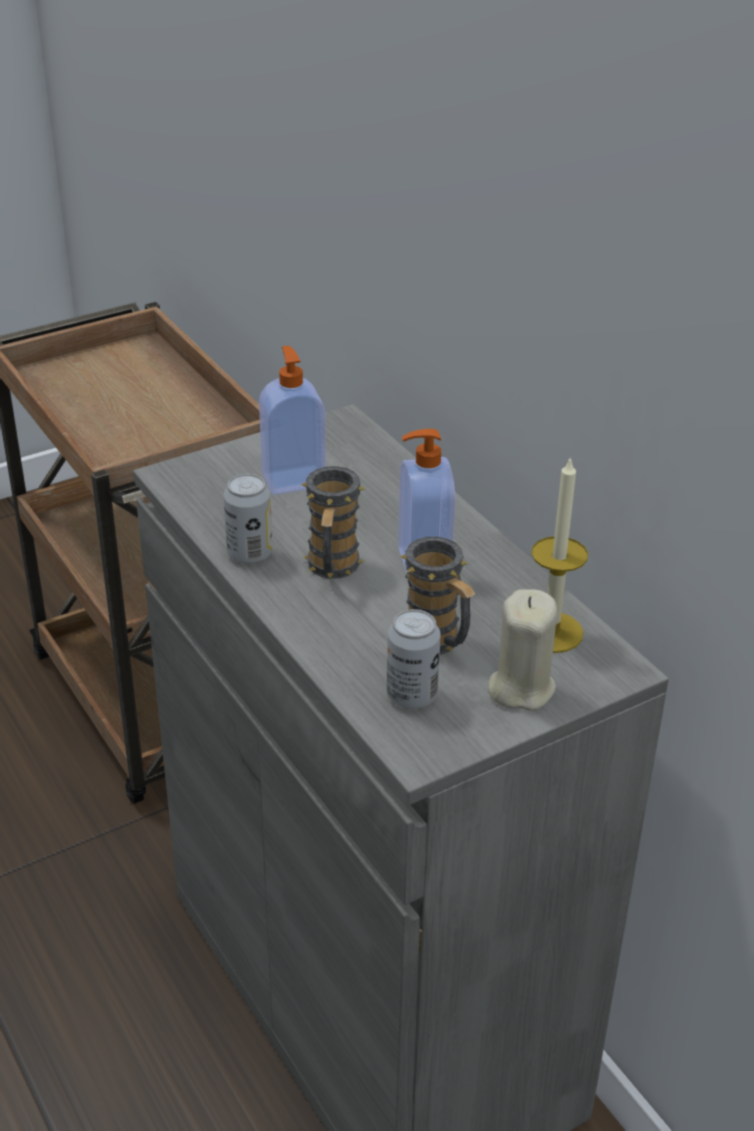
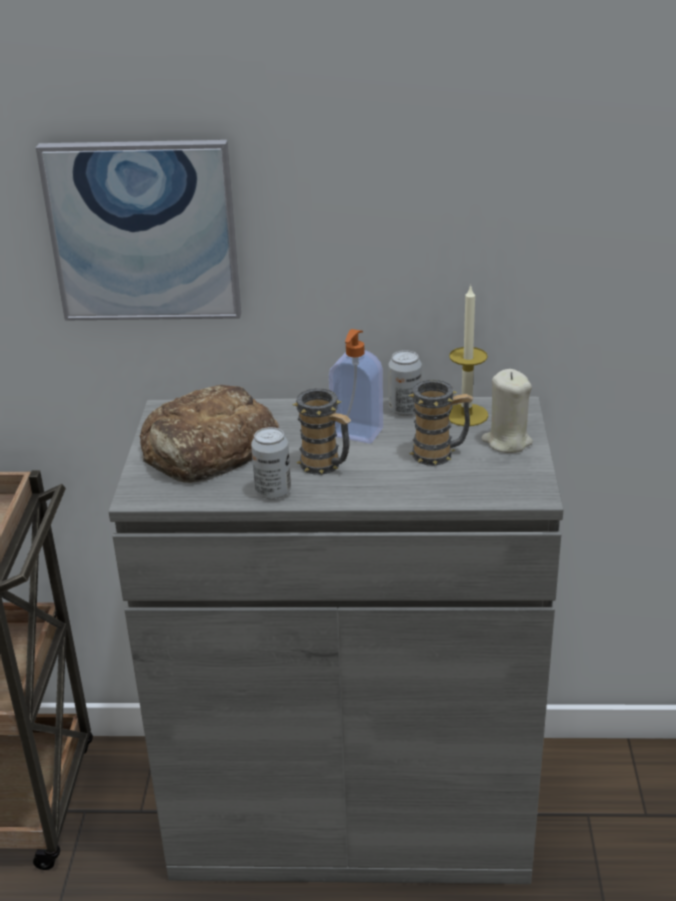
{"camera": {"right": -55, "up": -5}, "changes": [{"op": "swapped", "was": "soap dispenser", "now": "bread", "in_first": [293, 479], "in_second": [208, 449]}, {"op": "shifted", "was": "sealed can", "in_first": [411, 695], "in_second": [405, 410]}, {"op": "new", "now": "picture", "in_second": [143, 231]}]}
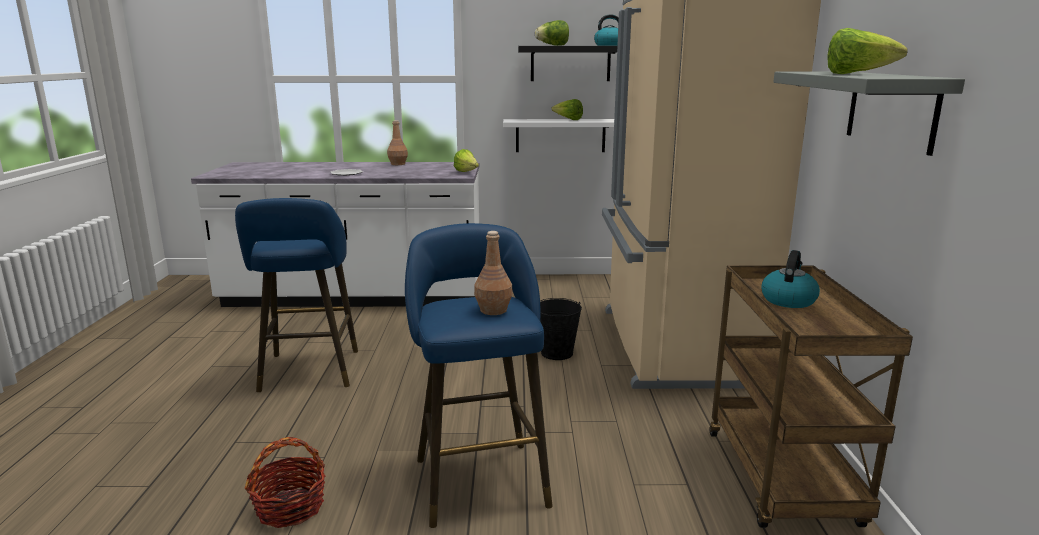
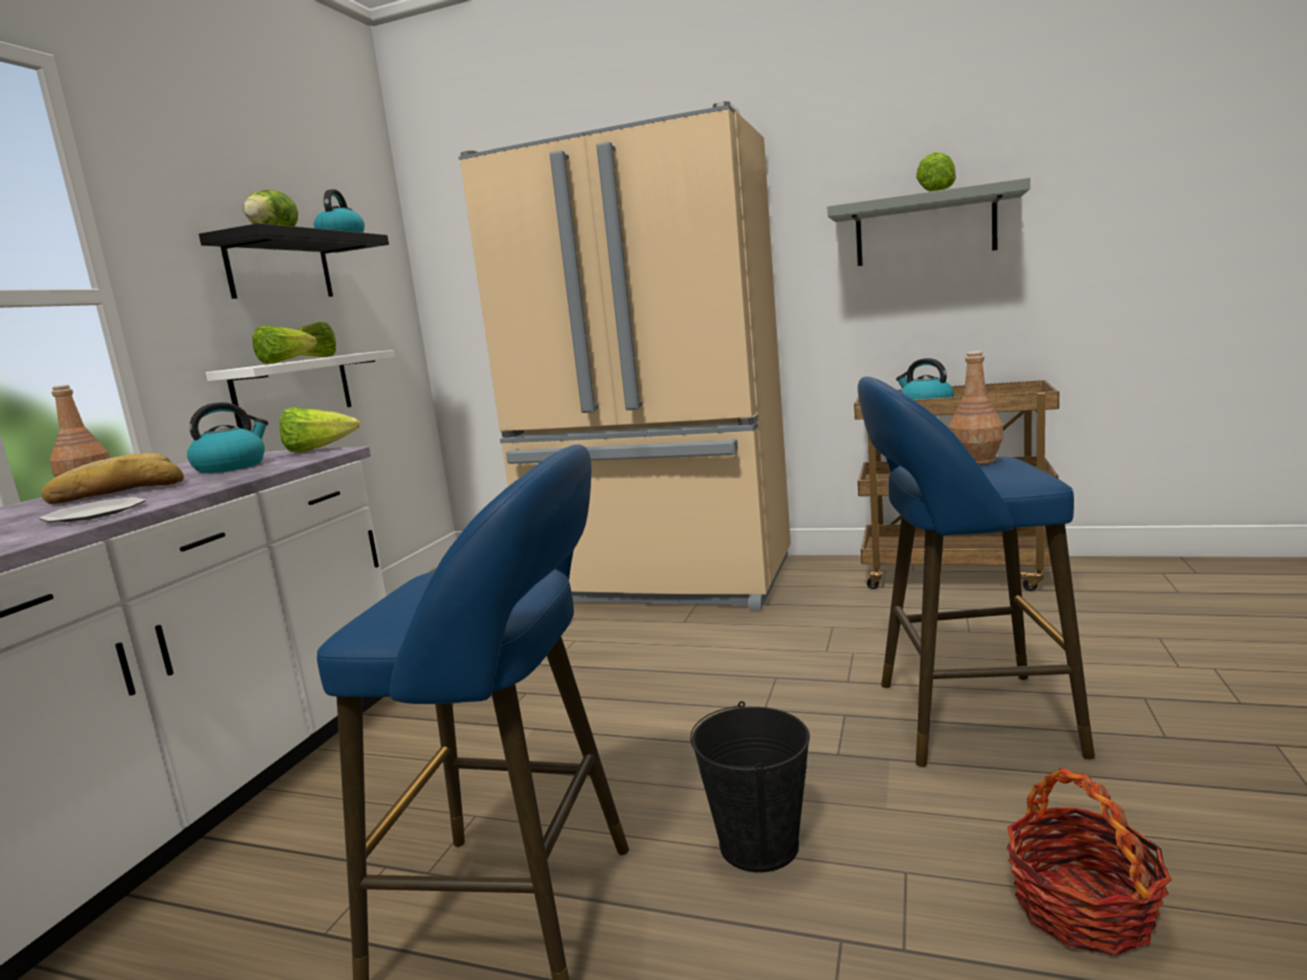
{"camera": {"right": -70, "up": -5}, "changes": [{"op": "shifted", "was": "black pail", "in_first": [557, 353], "in_second": [759, 844]}, {"op": "new", "now": "bread", "in_second": [118, 492]}, {"op": "new", "now": "kettle", "in_second": [232, 467]}, {"op": "new", "now": "lettuce", "in_second": [285, 362]}]}
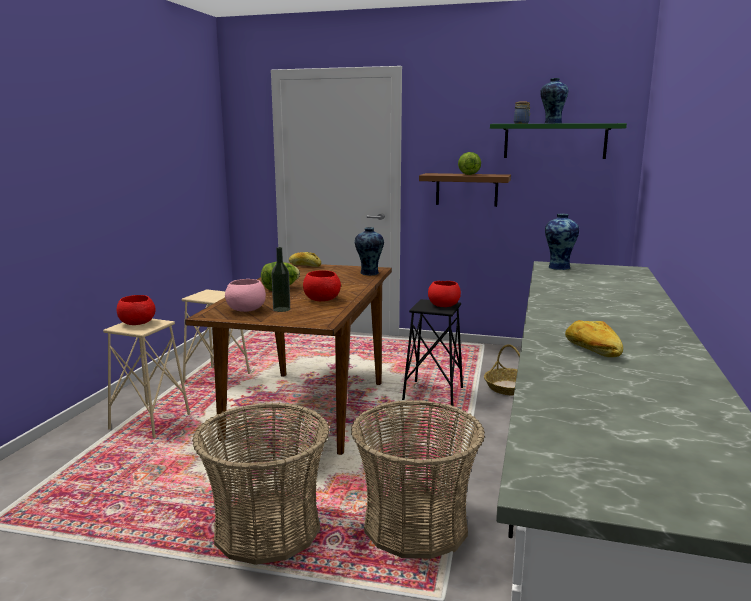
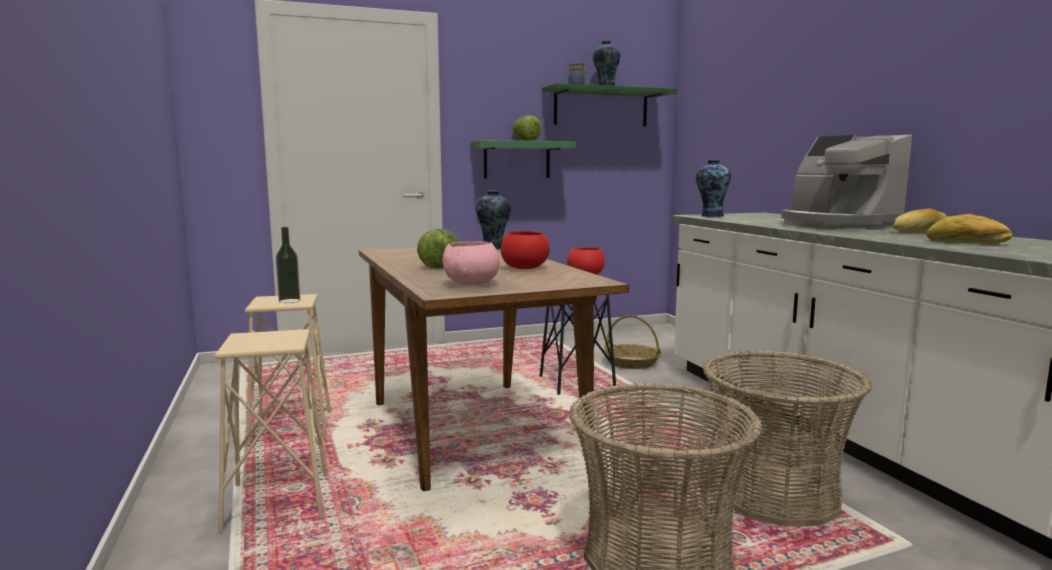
{"camera": {"right": -35, "up": -5}, "changes": [{"op": "gone", "was": "reddish bowl", "in_first": [136, 323]}, {"op": "shifted", "was": "bottle", "in_first": [281, 309], "in_second": [289, 301]}, {"op": "shifted", "was": "bread", "in_first": [304, 265], "in_second": [920, 232]}, {"op": "repainted", "was": "brown-coloured shelf", "now": "green shelf", "in_first": [466, 189], "in_second": [517, 160]}, {"op": "new", "now": "coffee machine", "in_second": [836, 225]}]}
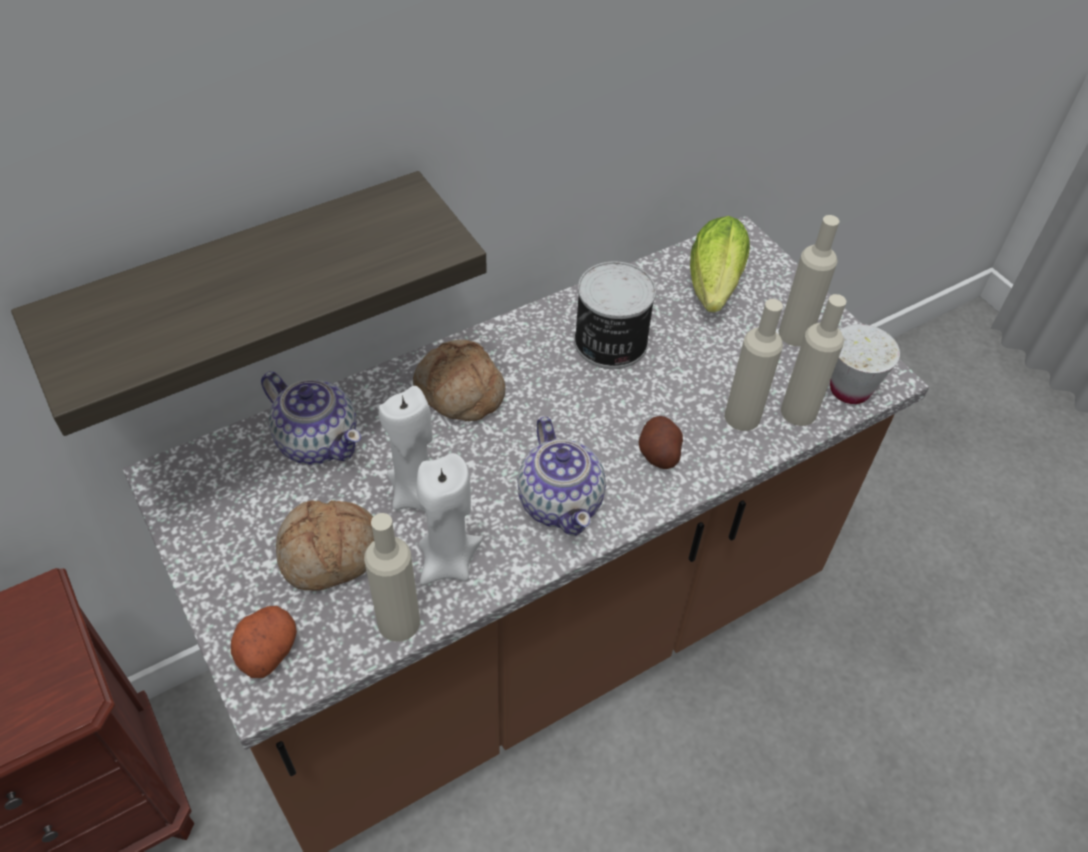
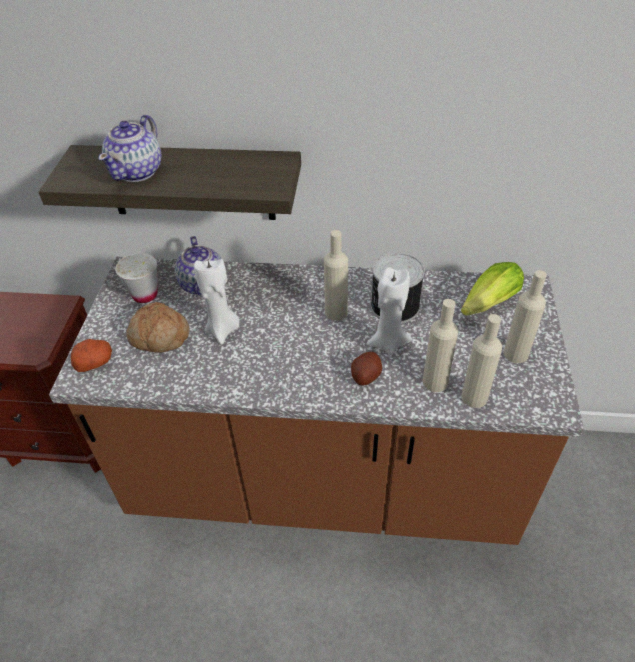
{"camera": {"right": 40, "up": -5}, "changes": [{"op": "shifted", "was": "beige bottle", "in_first": [399, 622], "in_second": [336, 312]}, {"op": "gone", "was": "bread", "in_first": [458, 392]}, {"op": "shifted", "was": "whitish candle", "in_first": [448, 562], "in_second": [388, 343]}, {"op": "shifted", "was": "pot for tea", "in_first": [560, 501], "in_second": [138, 171]}, {"op": "shifted", "was": "whitish cup", "in_first": [849, 389], "in_second": [145, 294]}]}
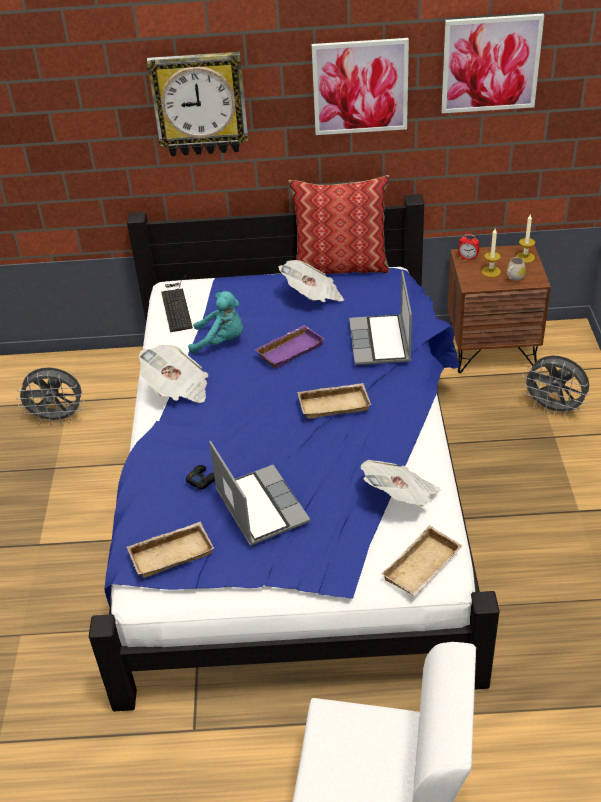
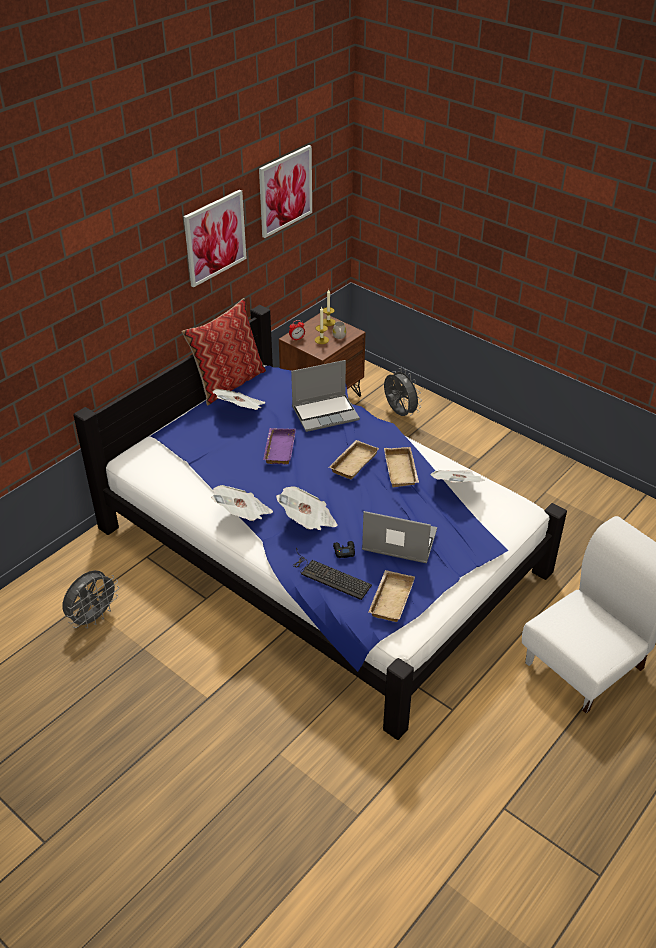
{"camera": {"right": -50, "up": 0}, "changes": [{"op": "gone", "was": "wall clock", "in_first": [199, 104]}, {"op": "shifted", "was": "keyboard", "in_first": [176, 305], "in_second": [329, 575]}, {"op": "gone", "was": "turquoise soft toy", "in_first": [221, 341]}, {"op": "rotated", "was": "notebook computer", "in_first": [381, 342], "in_second": [326, 413], "clockwise": -60}, {"op": "shifted", "was": "beige carrying tray", "in_first": [423, 568], "in_second": [402, 470]}, {"op": "rotated", "was": "gray cooling fan", "in_first": [554, 409], "in_second": [399, 413], "clockwise": -105}, {"op": "new", "now": "daily paper", "in_second": [308, 521]}]}
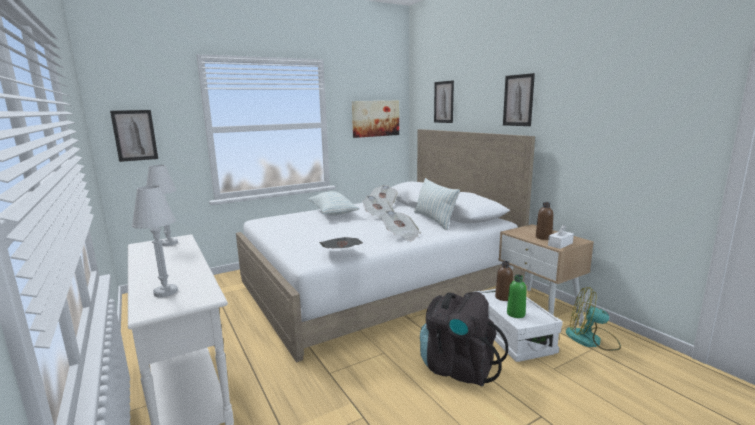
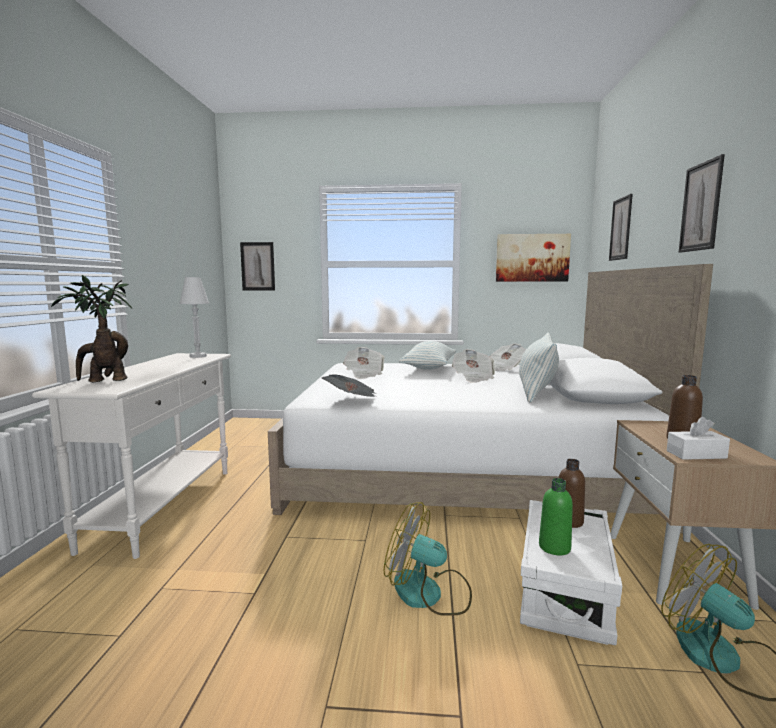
{"camera": {"right": 35, "up": -5}, "changes": [{"op": "swapped", "was": "whitish table lamp", "now": "potted plant", "in_first": [165, 292], "in_second": [104, 381]}, {"op": "shifted", "was": "daily paper", "in_first": [401, 235], "in_second": [364, 374]}, {"op": "swapped", "was": "black backpack", "now": "cooling fan", "in_first": [458, 367], "in_second": [429, 593]}]}
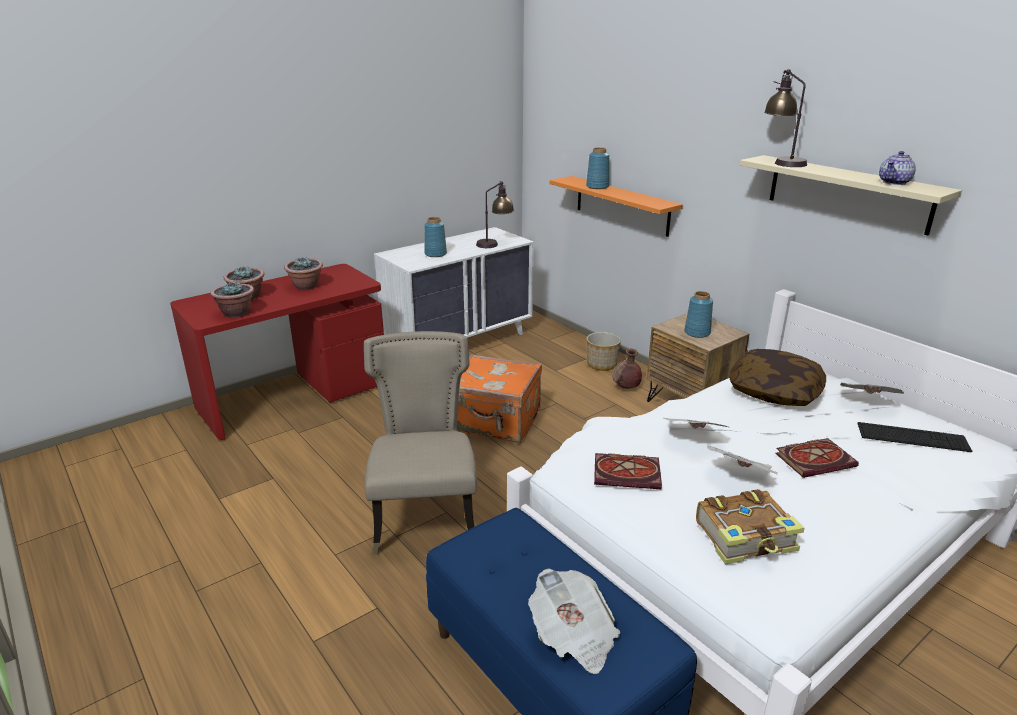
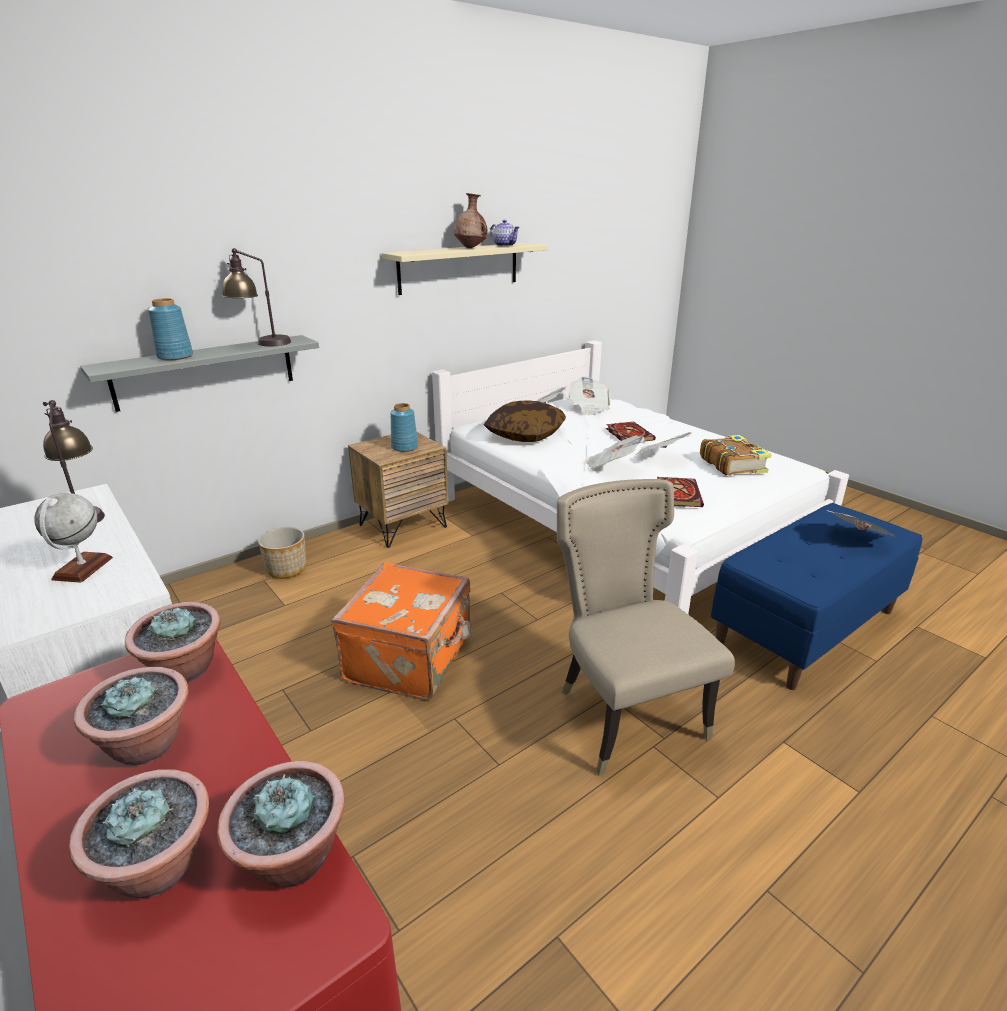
{"camera": {"right": -90, "up": 0}, "changes": [{"op": "rotated", "was": "beige chair", "in_first": [426, 518], "in_second": [624, 713], "clockwise": 75}, {"op": "swapped", "was": "blue decorative vase", "now": "desk globe", "in_first": [435, 254], "in_second": [83, 568]}, {"op": "repainted", "was": "orange shelf", "now": "gray shelf", "in_first": [621, 205], "in_second": [205, 372]}, {"op": "shifted", "was": "brown-coloured decorative vase", "in_first": [626, 388], "in_second": [471, 248]}, {"op": "shifted", "was": "table lamp", "in_first": [781, 162], "in_second": [261, 344]}, {"op": "swapped", "was": "keyboard", "now": "daily paper", "in_first": [912, 437], "in_second": [589, 408]}, {"op": "new", "now": "potted plant", "in_second": [185, 670]}]}
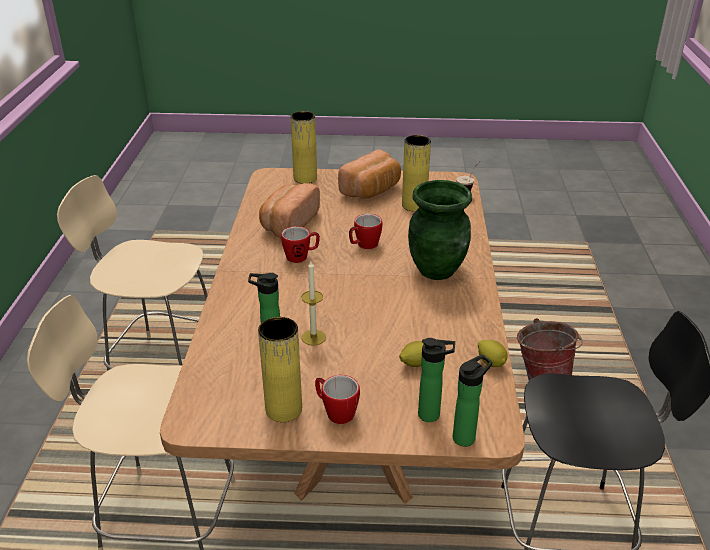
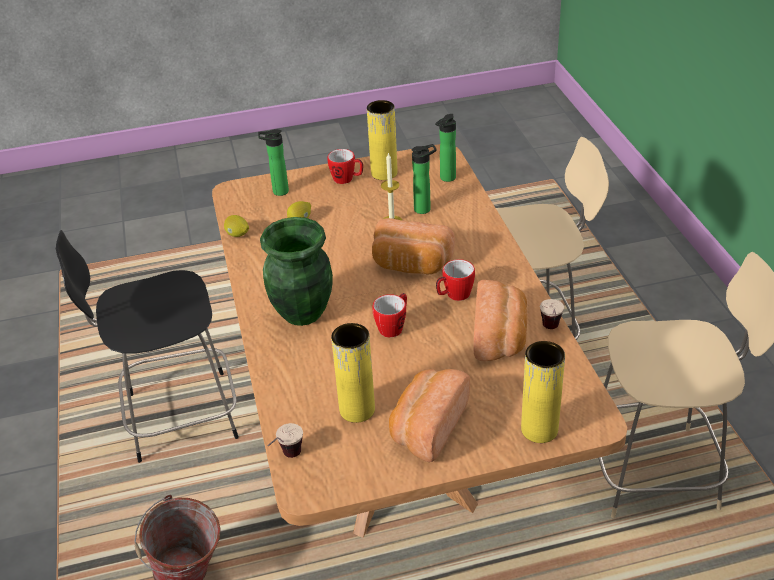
{"camera": {"right": 165, "up": 5}, "changes": [{"op": "shifted", "was": "bottle", "in_first": [466, 437], "in_second": [446, 179]}, {"op": "new", "now": "bread", "in_second": [411, 265]}, {"op": "new", "now": "cup", "in_second": [551, 331]}]}
